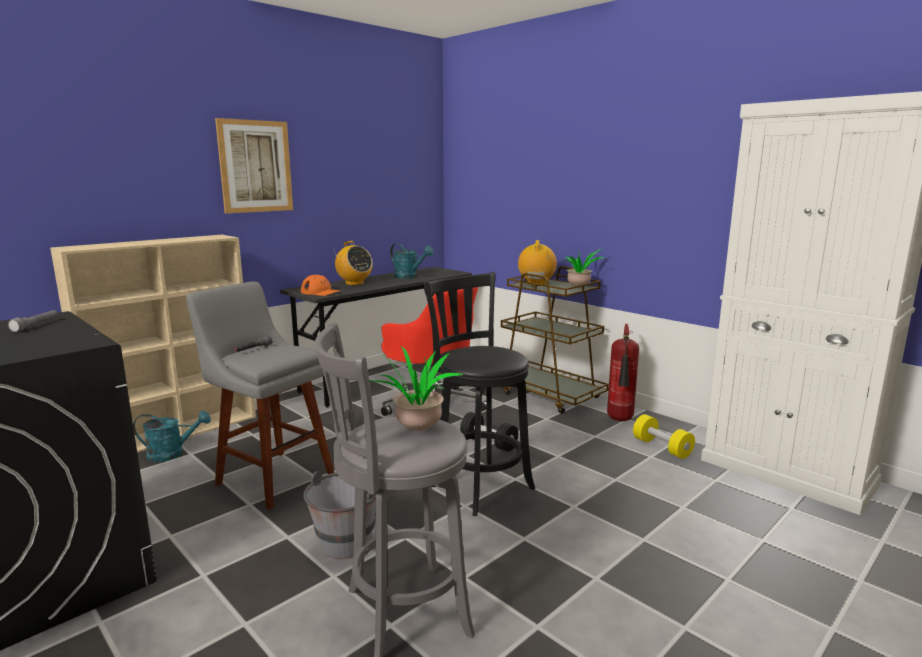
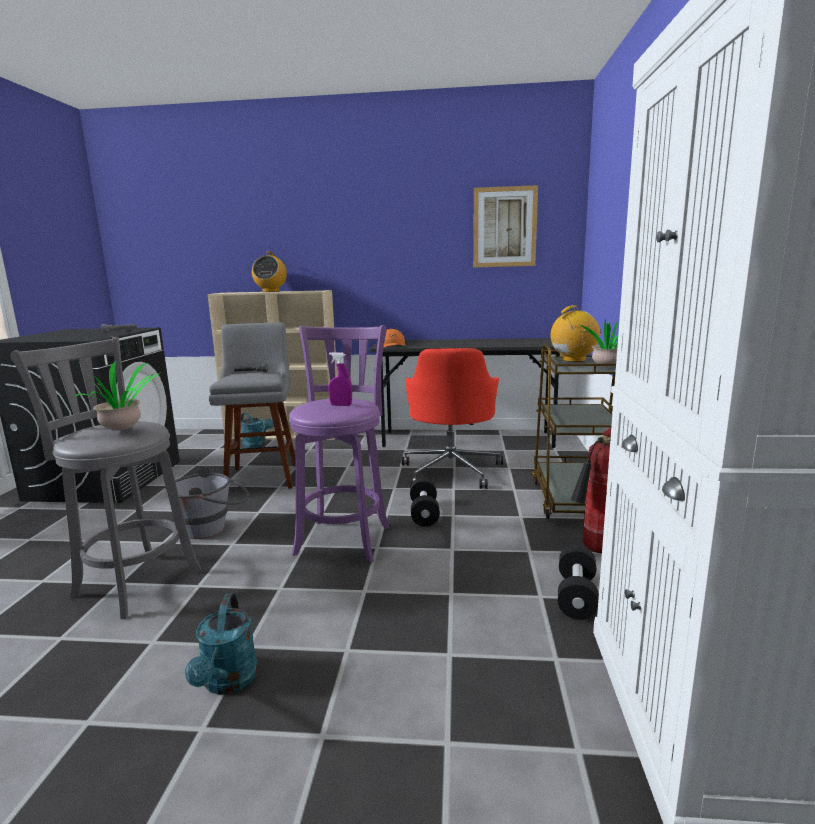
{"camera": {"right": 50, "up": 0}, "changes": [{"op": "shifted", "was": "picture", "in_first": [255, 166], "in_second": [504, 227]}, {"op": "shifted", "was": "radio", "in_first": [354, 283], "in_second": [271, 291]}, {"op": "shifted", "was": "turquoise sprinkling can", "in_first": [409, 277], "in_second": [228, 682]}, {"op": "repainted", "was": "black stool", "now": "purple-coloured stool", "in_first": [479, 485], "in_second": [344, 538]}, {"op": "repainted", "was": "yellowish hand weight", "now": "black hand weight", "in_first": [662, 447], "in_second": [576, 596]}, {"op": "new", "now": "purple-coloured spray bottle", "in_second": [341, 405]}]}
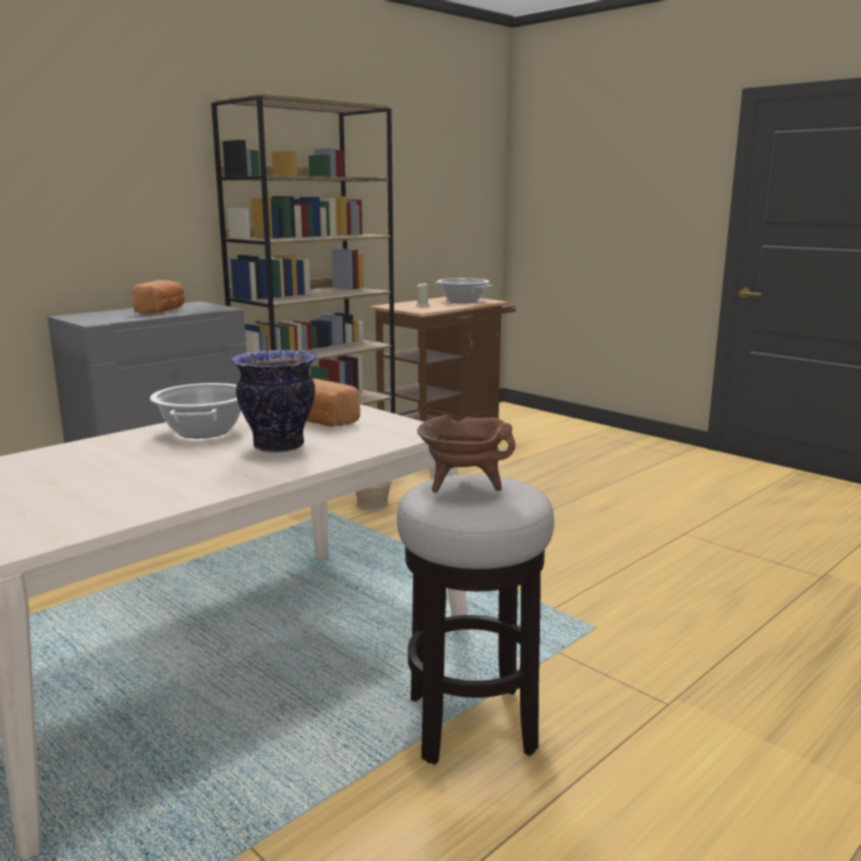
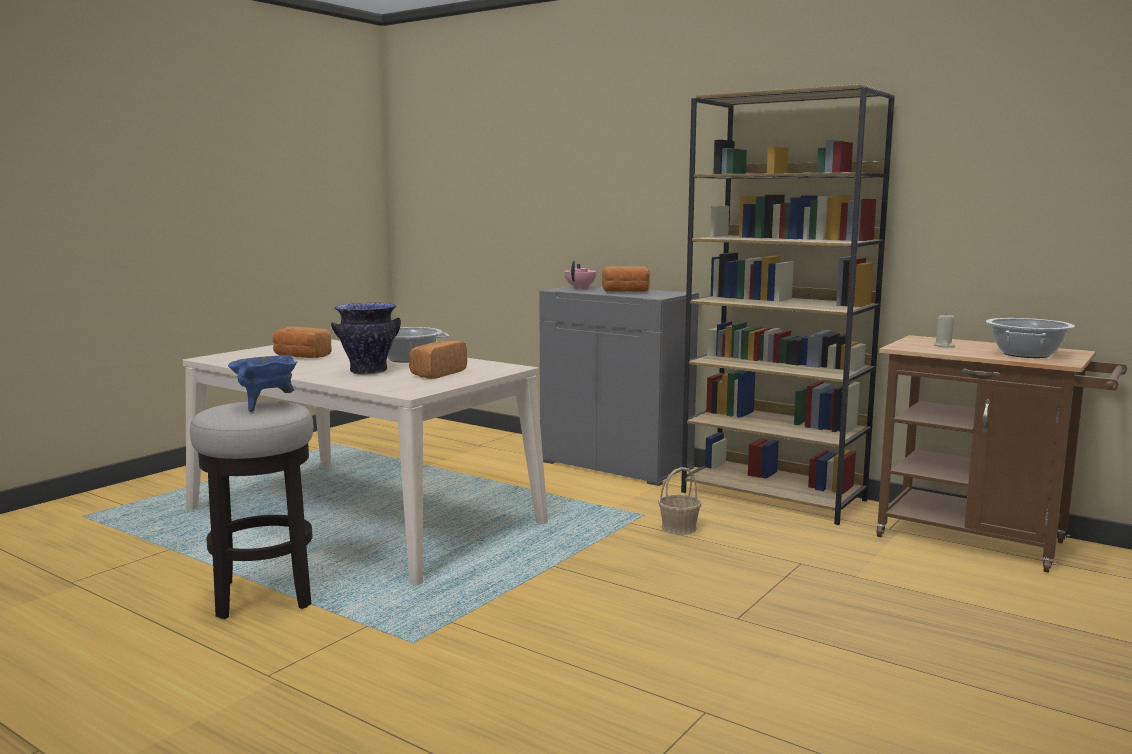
{"camera": {"right": 80, "up": -5}, "changes": [{"op": "repainted", "was": "brown-coloured stockpot", "now": "blue stockpot", "in_first": [463, 485], "in_second": [265, 405]}, {"op": "new", "now": "bread", "in_second": [300, 357]}, {"op": "new", "now": "pink pot for tea", "in_second": [581, 288]}]}
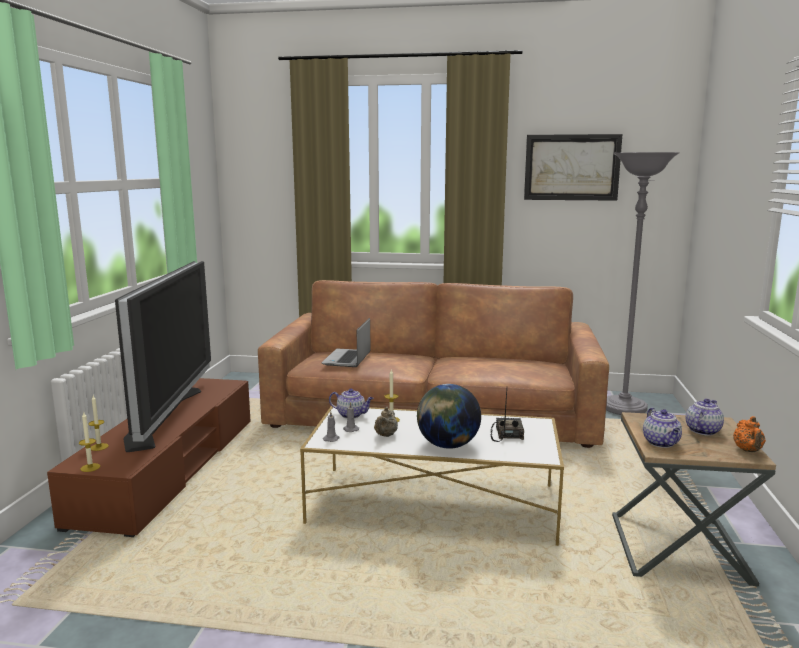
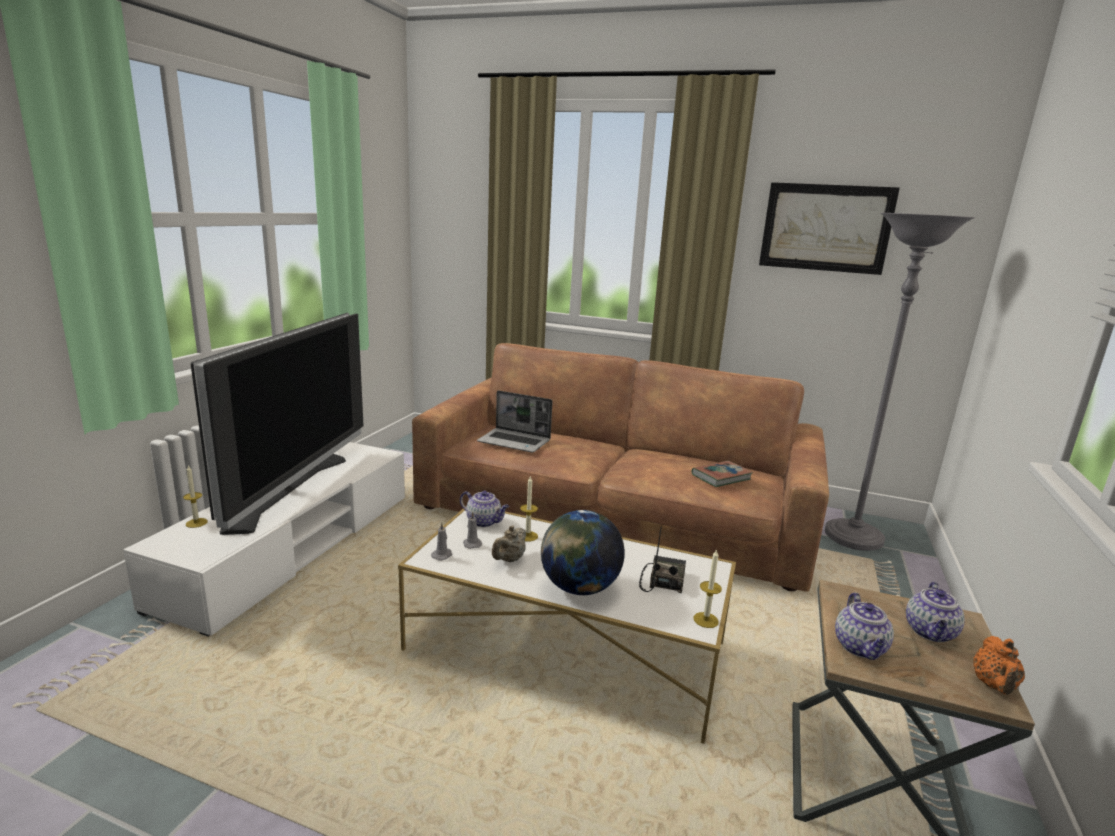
{"camera": {"right": 10, "up": 5}, "changes": [{"op": "repainted", "was": "brown-coloured tv stand", "now": "whitish tv stand", "in_first": [169, 468], "in_second": [293, 547]}, {"op": "shifted", "was": "candle", "in_first": [90, 467], "in_second": [705, 620]}, {"op": "rotated", "was": "notebook computer", "in_first": [347, 359], "in_second": [515, 442], "clockwise": -90}, {"op": "rotated", "was": "pot for tea", "in_first": [702, 430], "in_second": [930, 633], "clockwise": 150}, {"op": "new", "now": "bound book", "in_second": [721, 477]}]}
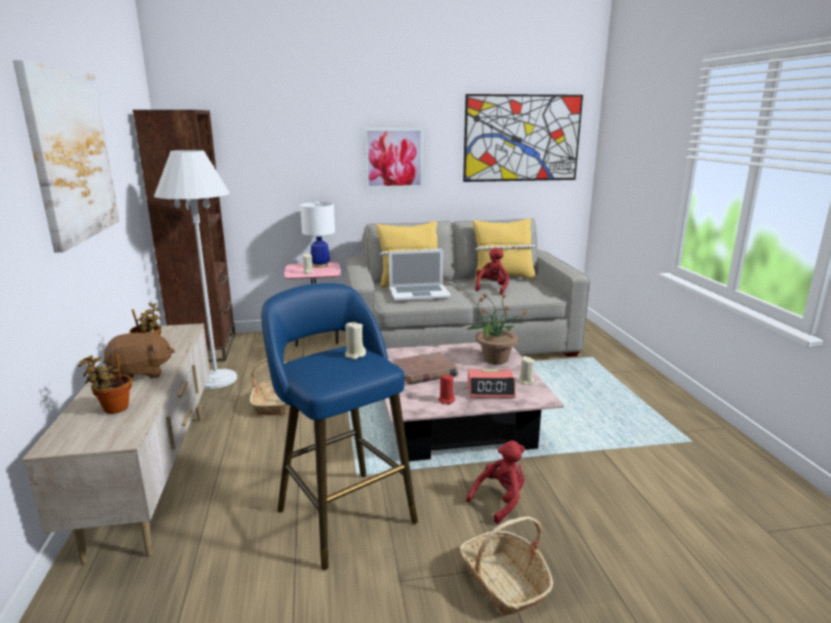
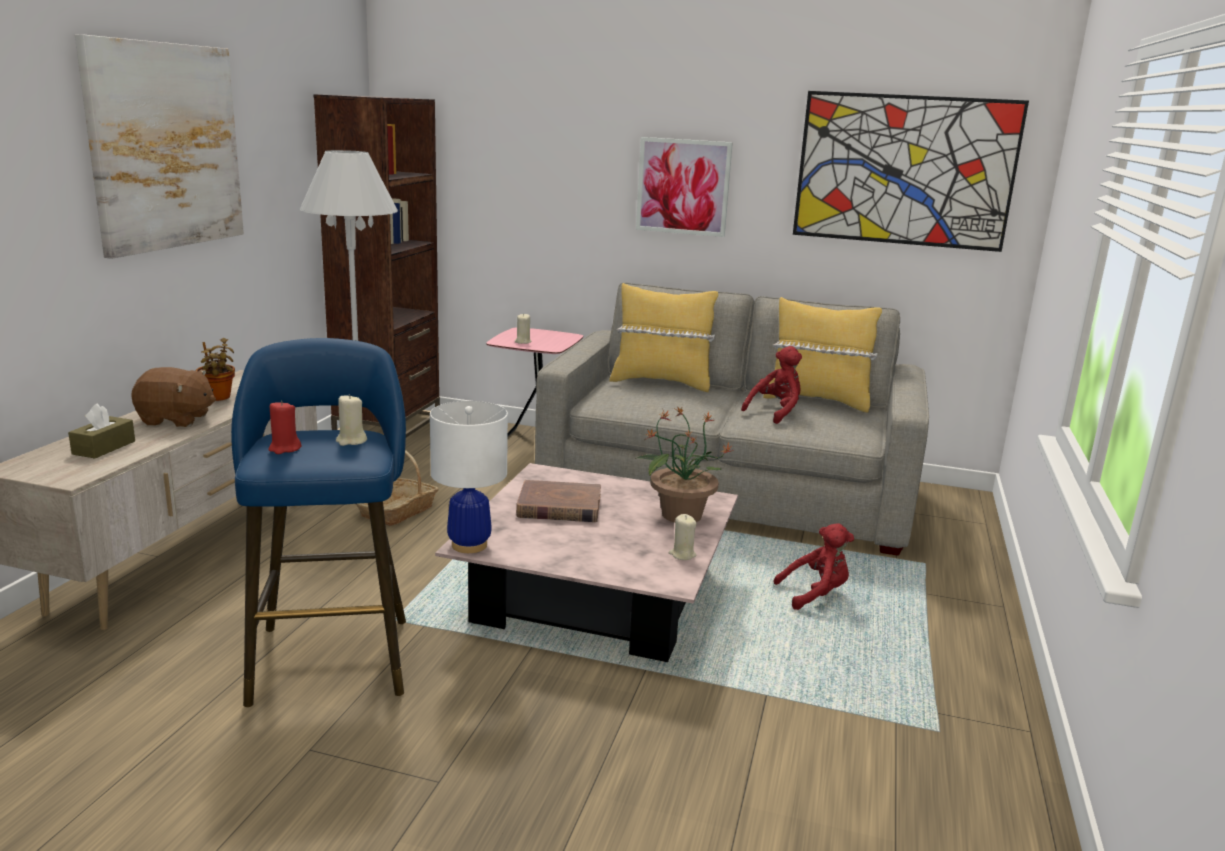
{"camera": {"right": 25, "up": 0}, "changes": [{"op": "swapped", "was": "potted plant", "now": "brown-coloured tissue box", "in_first": [113, 408], "in_second": [104, 447]}, {"op": "shifted", "was": "whitish table lamp", "in_first": [320, 265], "in_second": [469, 545]}, {"op": "gone", "was": "notebook computer", "in_first": [419, 292]}, {"op": "shifted", "was": "reddish candle", "in_first": [446, 400], "in_second": [284, 449]}, {"op": "gone", "was": "basket", "in_first": [504, 582]}, {"op": "shifted", "was": "reddish soft toy", "in_first": [500, 500], "in_second": [815, 594]}, {"op": "gone", "was": "alarm clock", "in_first": [491, 390]}]}
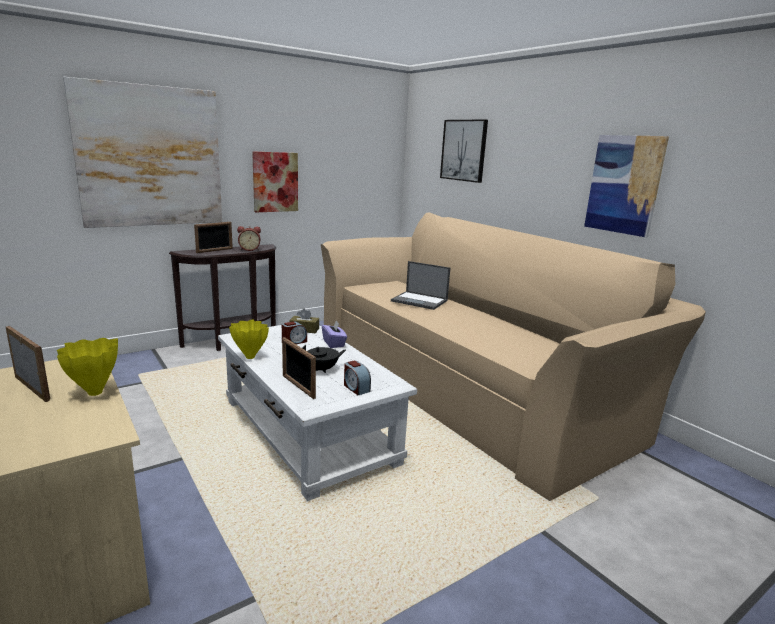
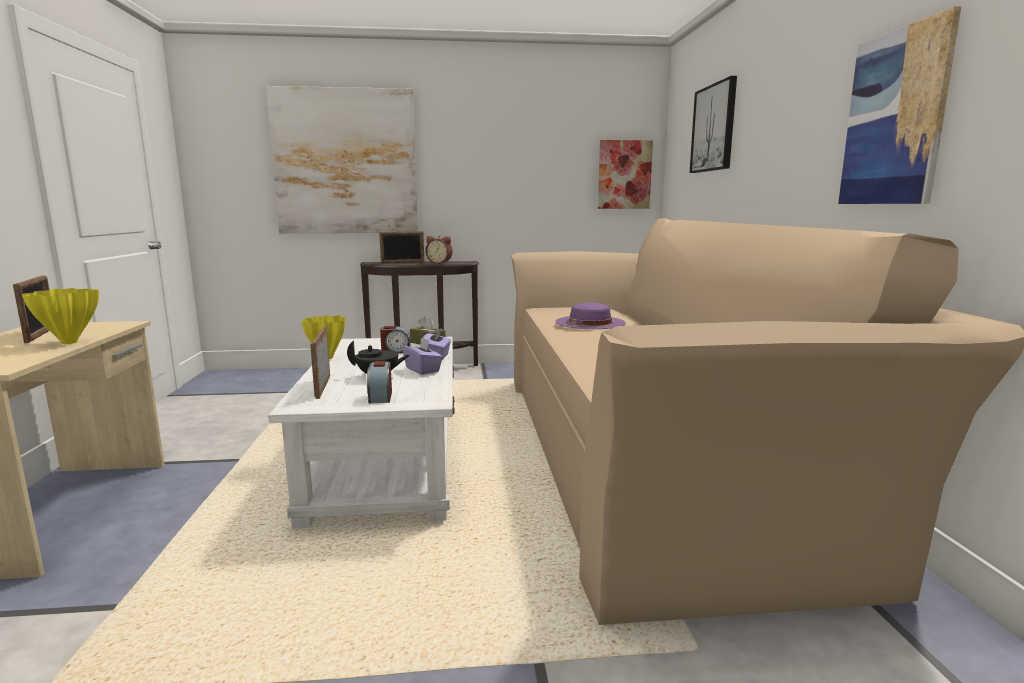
{"camera": {"right": 30, "up": -5}, "changes": [{"op": "shifted", "was": "picture", "in_first": [275, 182], "in_second": [624, 175]}, {"op": "swapped", "was": "notebook computer", "now": "purple-coloured hat", "in_first": [420, 301], "in_second": [590, 322]}, {"op": "new", "now": "purple-coloured tissue box", "in_second": [423, 370]}]}
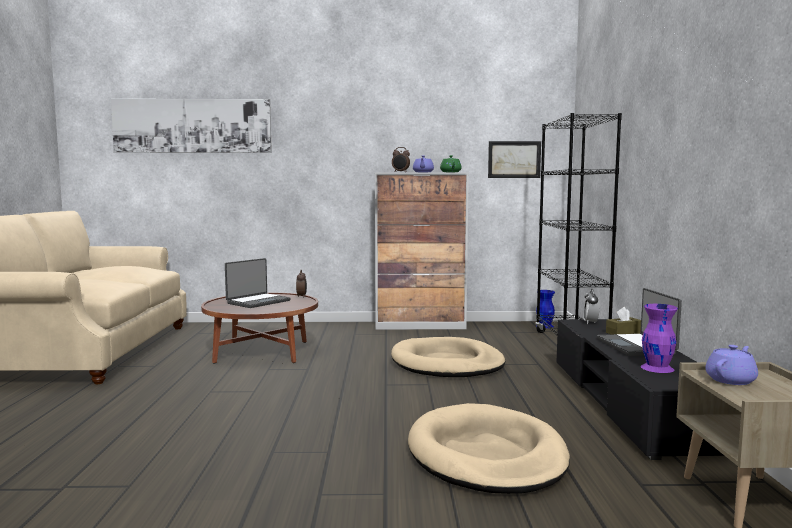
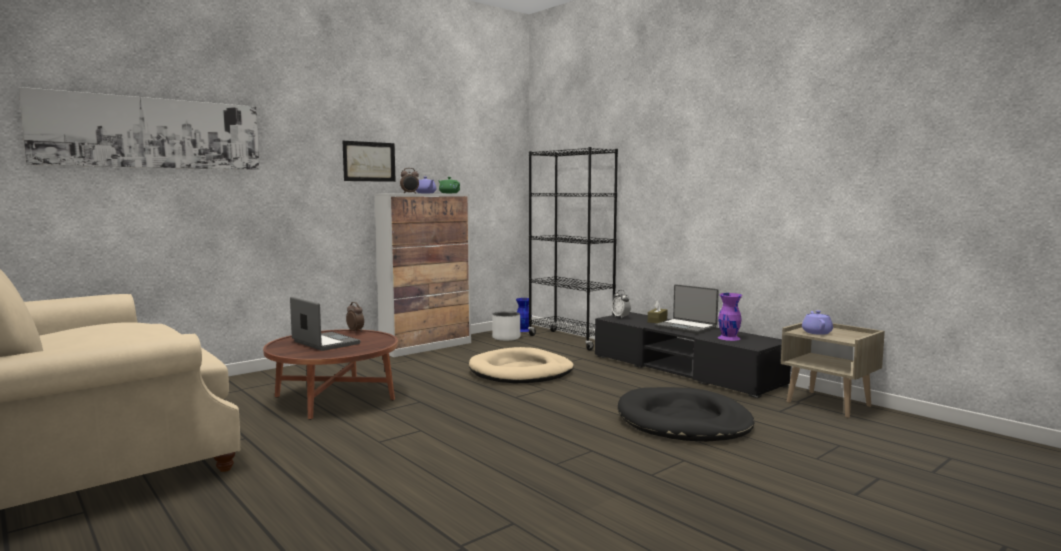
{"camera": {"right": -40, "up": 0}, "changes": [{"op": "rotated", "was": "notebook computer", "in_first": [258, 302], "in_second": [324, 343], "clockwise": -45}, {"op": "repainted", "was": "beige dog cushion", "now": "black dog cushion", "in_first": [486, 455], "in_second": [683, 421]}, {"op": "shifted", "was": "picture", "in_first": [514, 159], "in_second": [369, 161]}, {"op": "new", "now": "whitish flower pot", "in_second": [506, 338]}]}
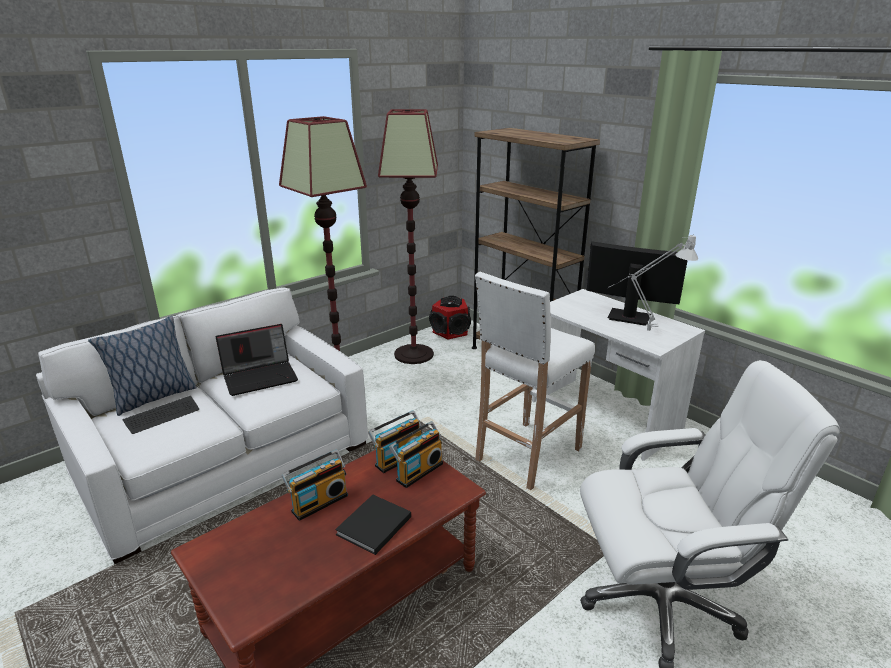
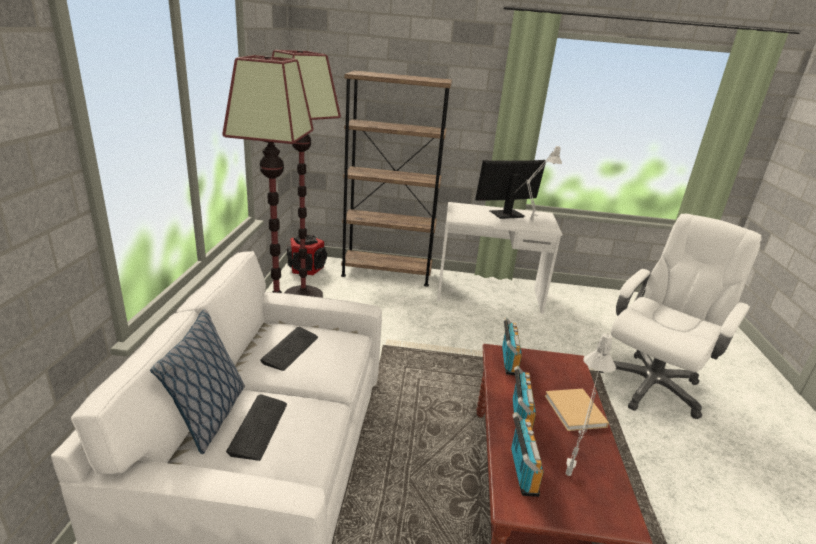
{"camera": {"right": -45, "up": 0}, "changes": [{"op": "swapped", "was": "notebook computer", "now": "keyboard", "in_first": [261, 376], "in_second": [290, 349]}, {"op": "repainted", "was": "black bound book", "now": "beige bound book", "in_first": [372, 527], "in_second": [575, 412]}, {"op": "shifted", "was": "radio", "in_first": [418, 471], "in_second": [521, 471]}, {"op": "gone", "was": "whitish stool", "in_first": [526, 455]}, {"op": "new", "now": "gray table lamp", "in_second": [566, 481]}]}
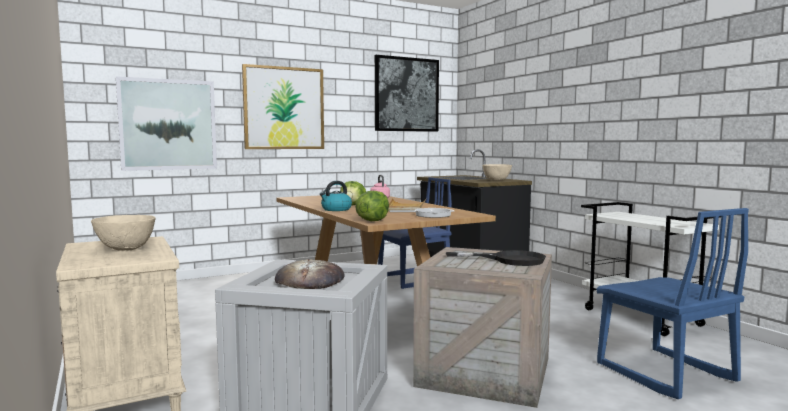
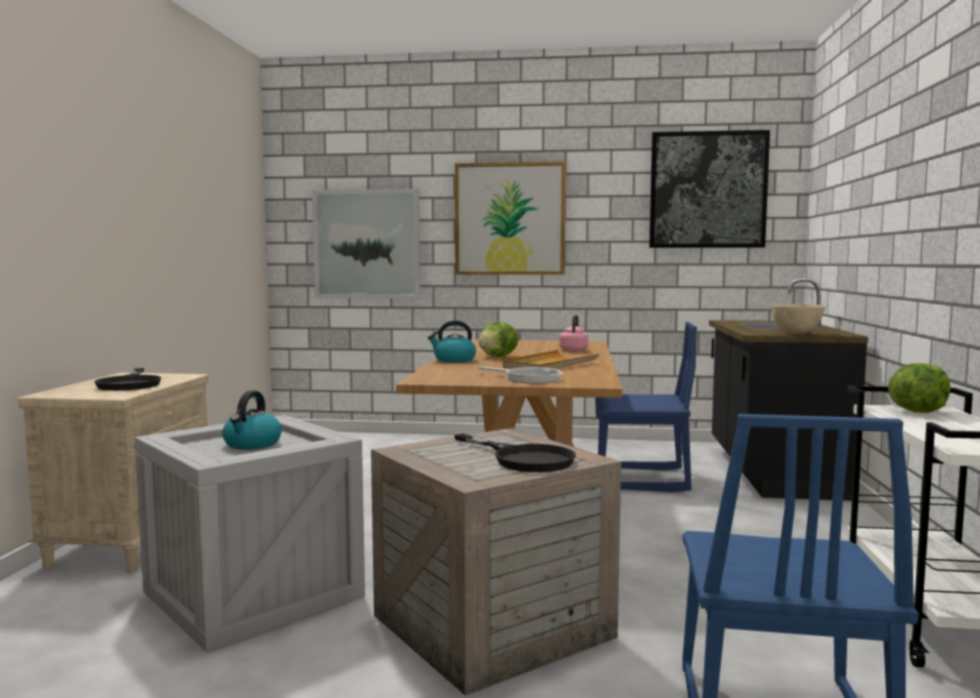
{"camera": {"right": 35, "up": 0}, "changes": [{"op": "swapped", "was": "beige bowl", "now": "black frying pan", "in_first": [126, 249], "in_second": [130, 384]}, {"op": "swapped", "was": "bread", "now": "kettle", "in_first": [310, 280], "in_second": [252, 444]}, {"op": "shifted", "was": "lettuce", "in_first": [372, 221], "in_second": [917, 411]}]}
